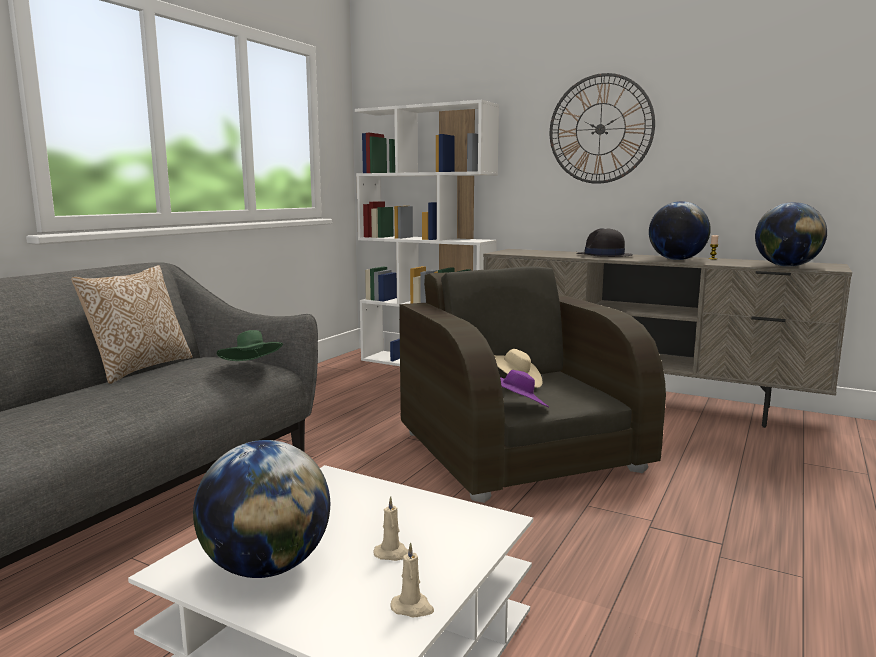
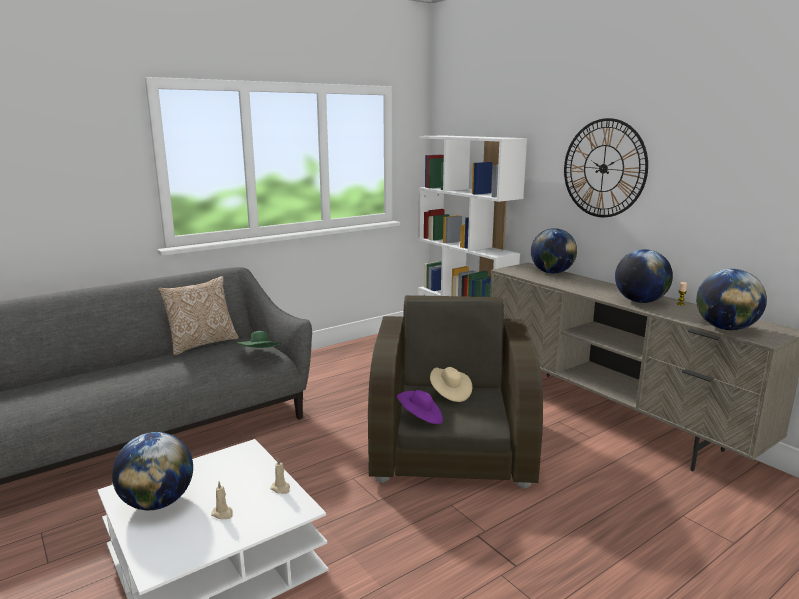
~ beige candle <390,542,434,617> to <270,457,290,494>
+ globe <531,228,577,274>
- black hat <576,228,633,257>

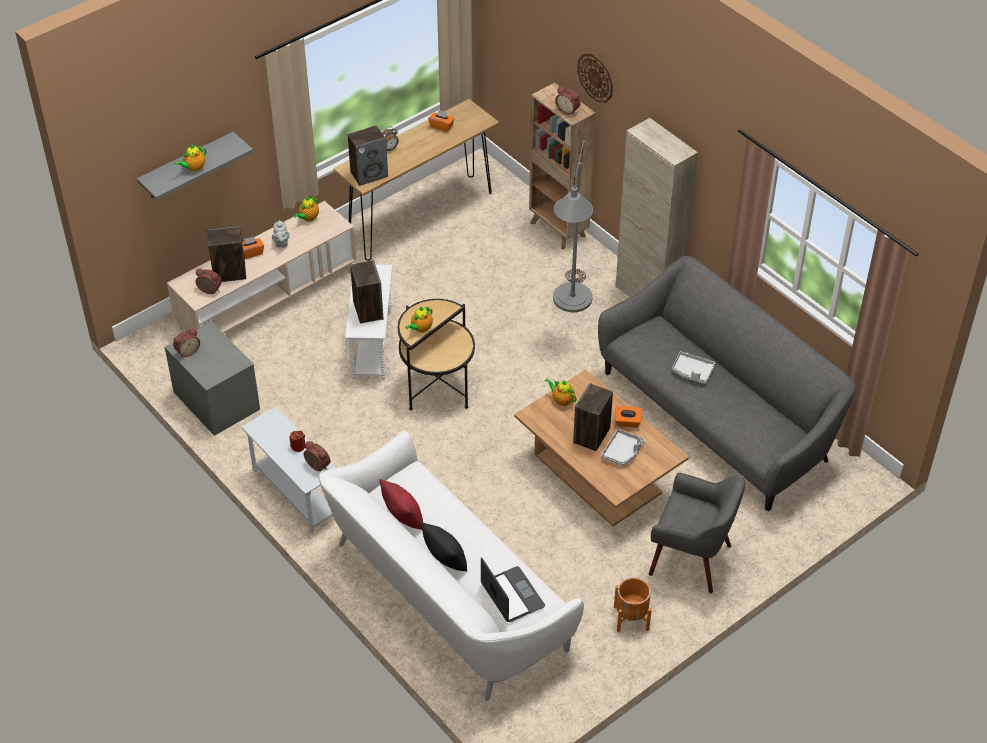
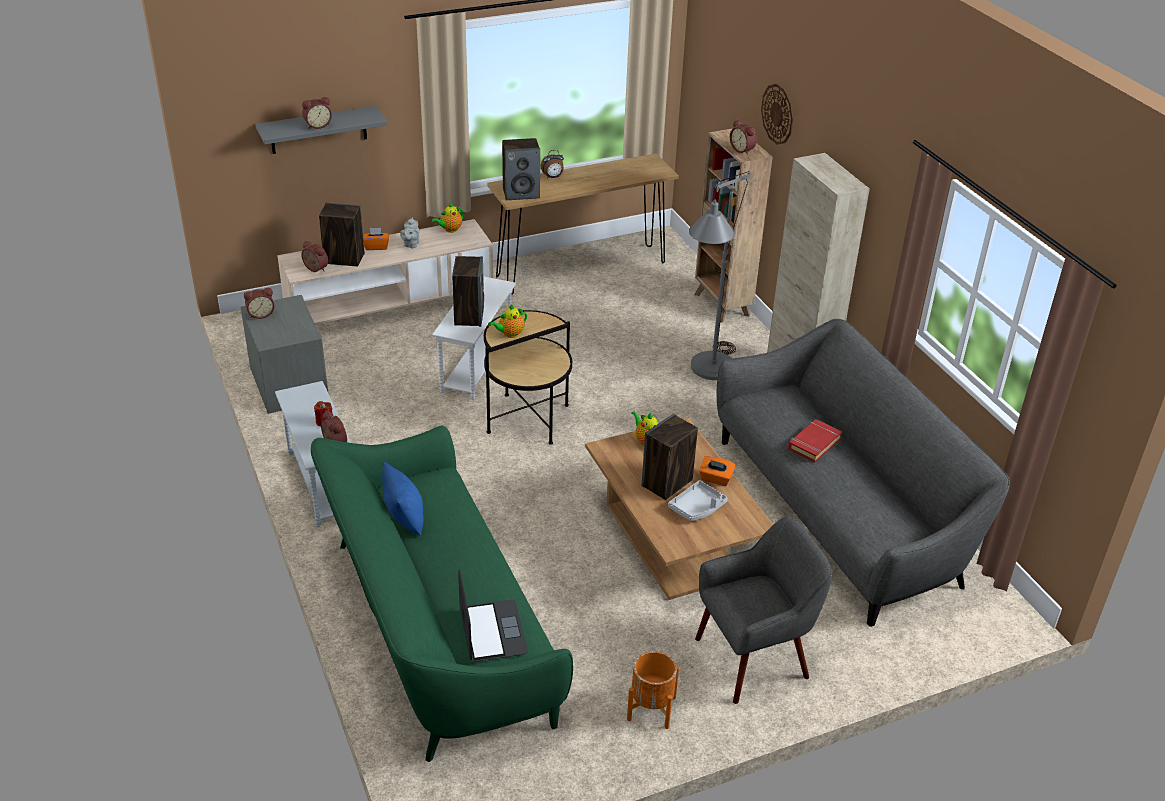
~ teapot <174,144,207,172> to alarm clock <302,97,332,129>
~ white sofa <319,431,584,701> to green sofa <311,426,573,762>
~ red pillow <379,479,423,530> to blue pillow <382,461,424,536>
~ grey armchair <649,473,745,593> = <695,517,832,704> 60 degrees counterclockwise
~ grey tray <672,351,715,384> to red book <788,419,842,462>
- black pillow <420,522,467,572>
- orange tissue box <428,110,455,132>

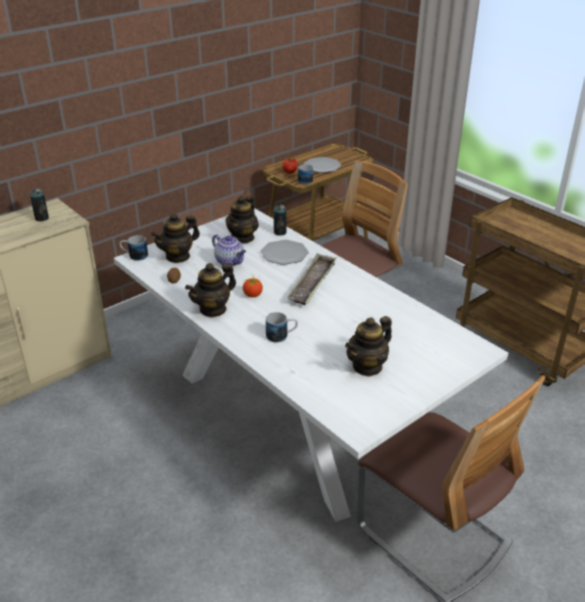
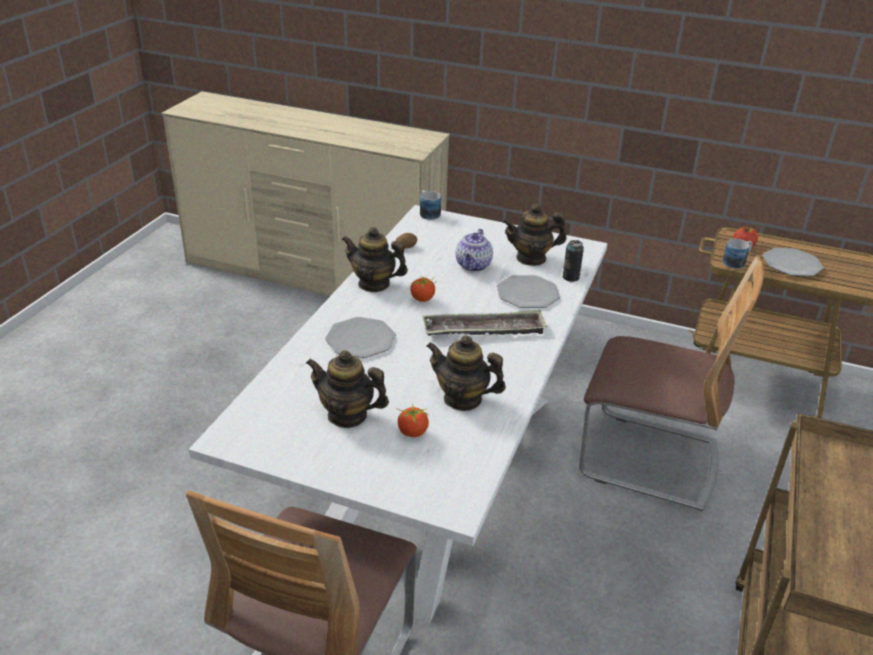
~ mug <266,312,298,343> to plate <325,317,396,358>
+ tomato <396,404,430,437>
~ teapot <151,213,200,263> to <426,335,506,411>
- can <30,189,49,221>

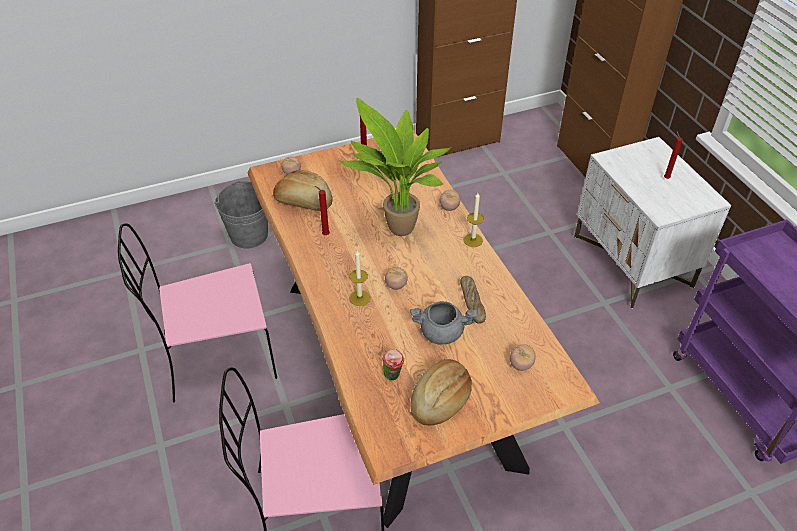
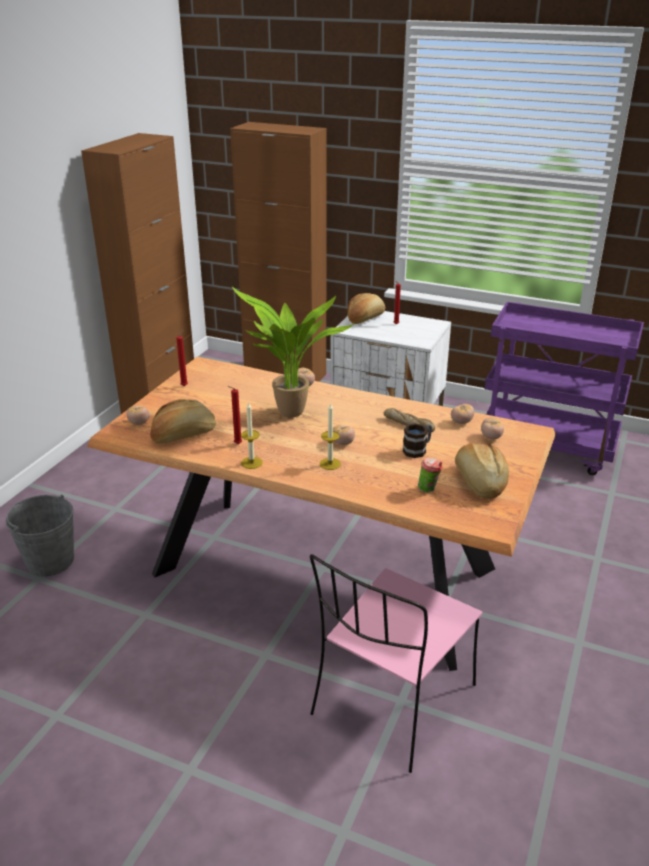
~ candle <463,193,484,247> to <241,402,263,469>
+ bread <347,293,386,324>
~ grey cooking pot <410,301,477,344> to mug <403,423,432,458>
+ tomato <451,404,474,424>
- pink chair <118,223,277,402>

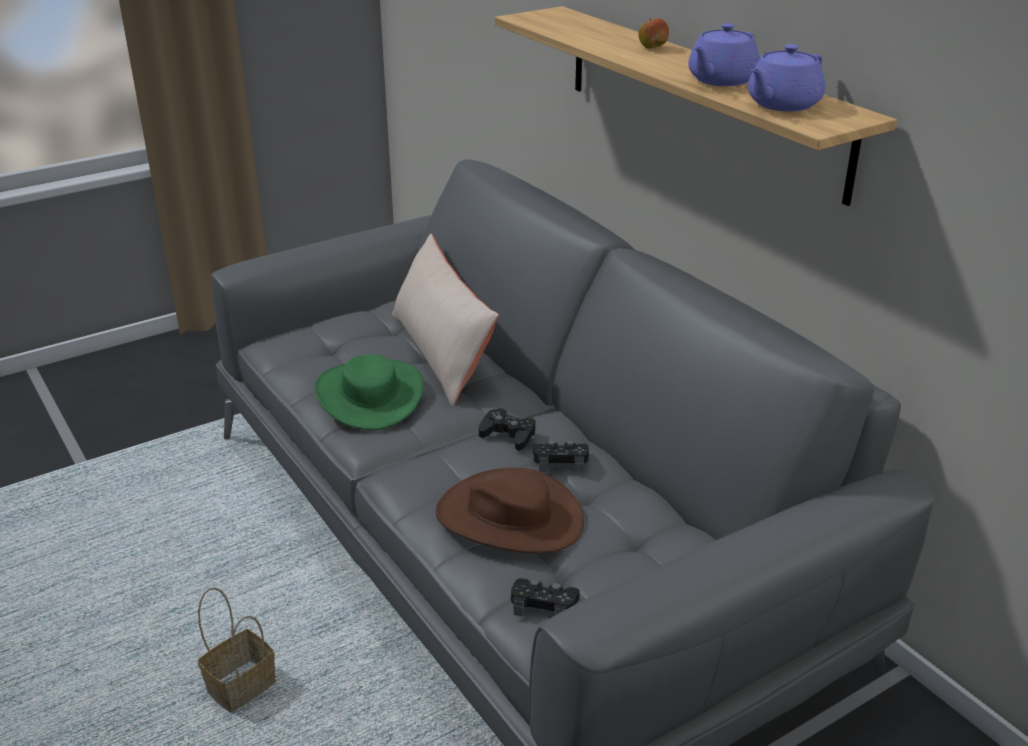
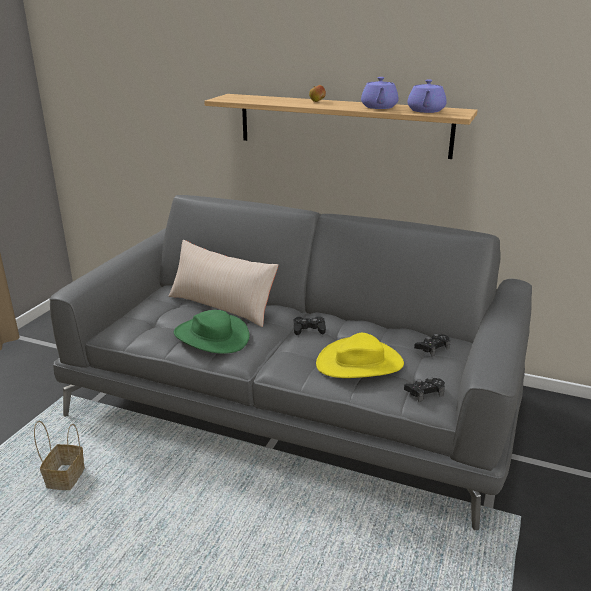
~ basket <198,587,276,713> to <34,421,85,490>
~ brown hat <436,468,584,553> to yellow hat <316,333,404,378>
~ black game controller <533,440,589,472> to <414,334,450,356>

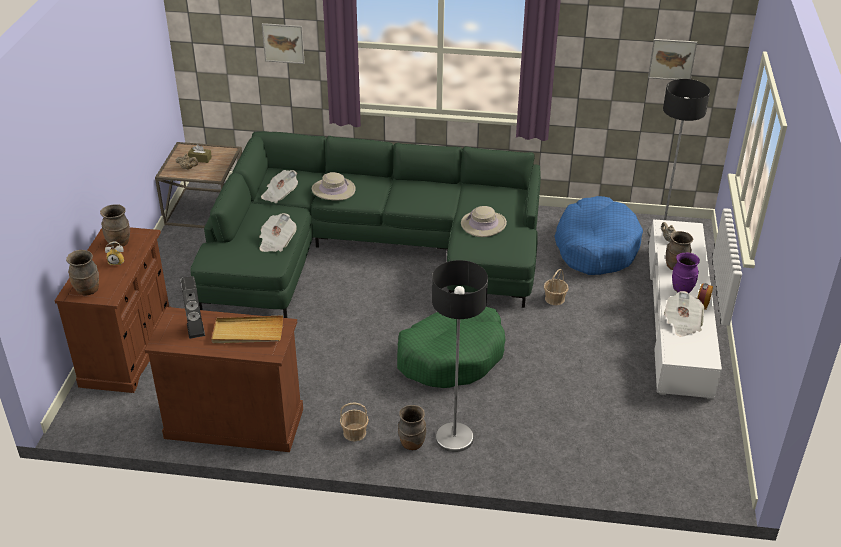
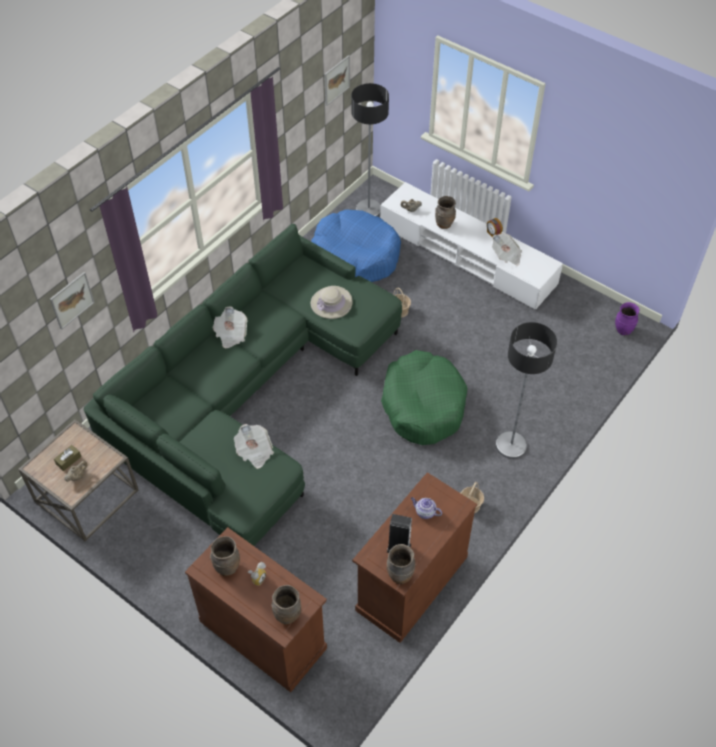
~ newspaper <261,170,298,203> to <213,306,247,349>
~ brown vase <398,405,426,450> to <387,544,415,584>
~ beige tray <212,315,283,343> to teapot <411,497,442,519>
~ purple vase <672,252,700,293> to <615,302,639,335>
- beige hat <312,172,356,201>

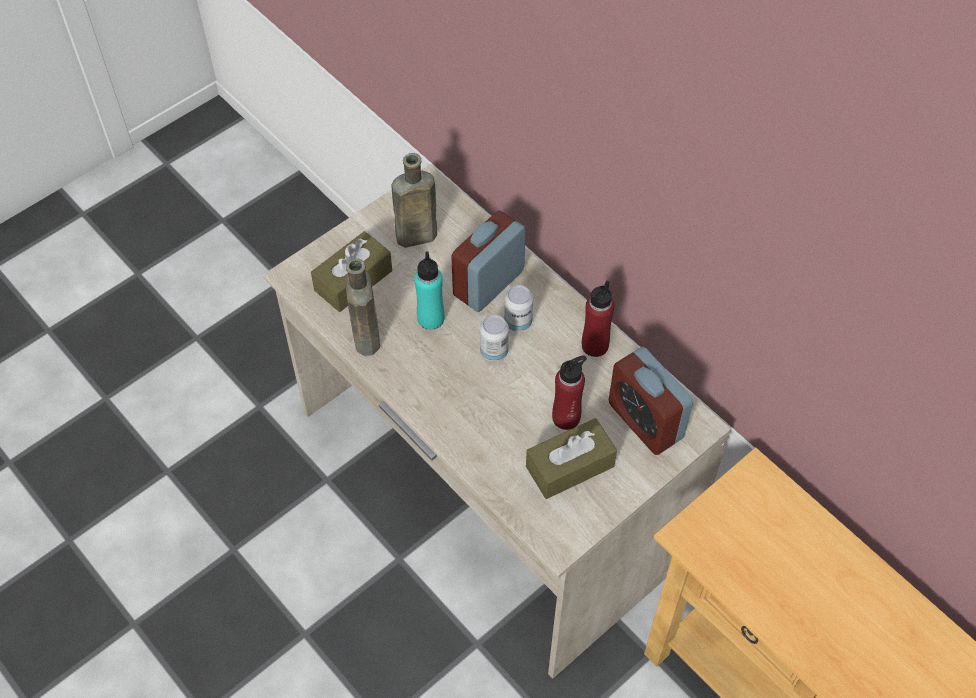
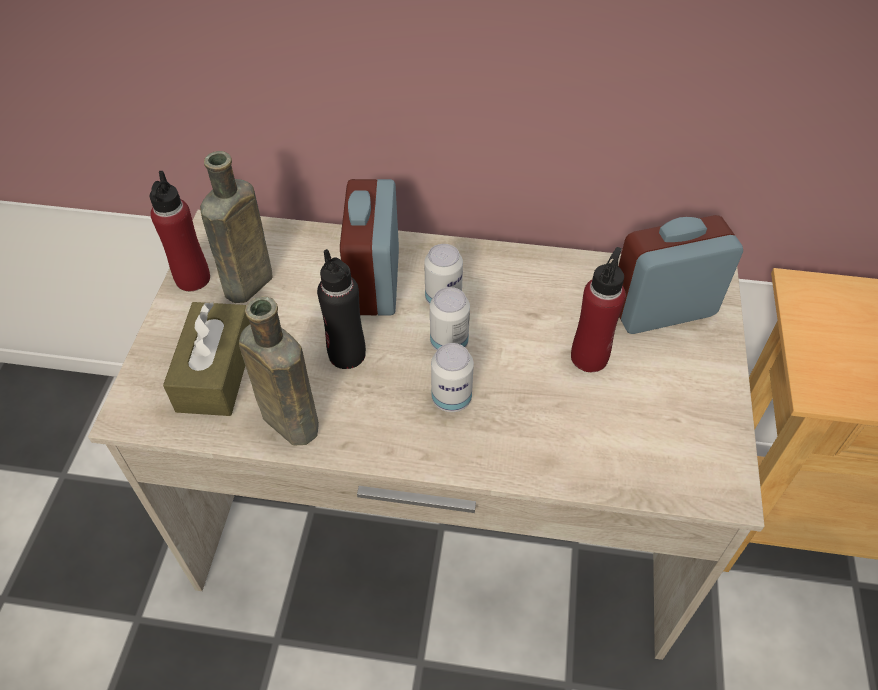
~ red bottle <582,280,614,357> to <150,171,210,291>
~ turquoise bottle <414,251,445,330> to black bottle <317,249,366,369>
+ can <431,343,474,412>
~ alarm clock <609,347,693,455> = <619,215,743,334> 150 degrees clockwise
- brown tissue box <526,418,617,499>

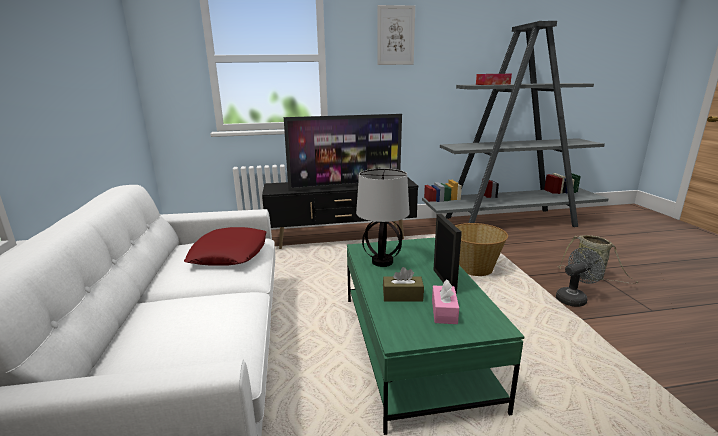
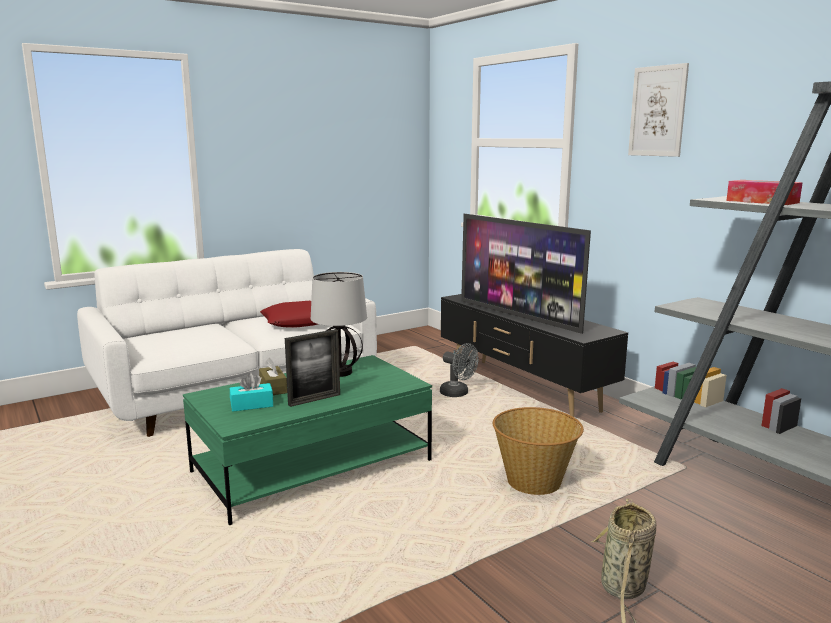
~ pink tissue box <432,279,459,324> to turquoise tissue box <230,373,273,412>
~ grey fan <556,248,605,307> to <440,343,479,397>

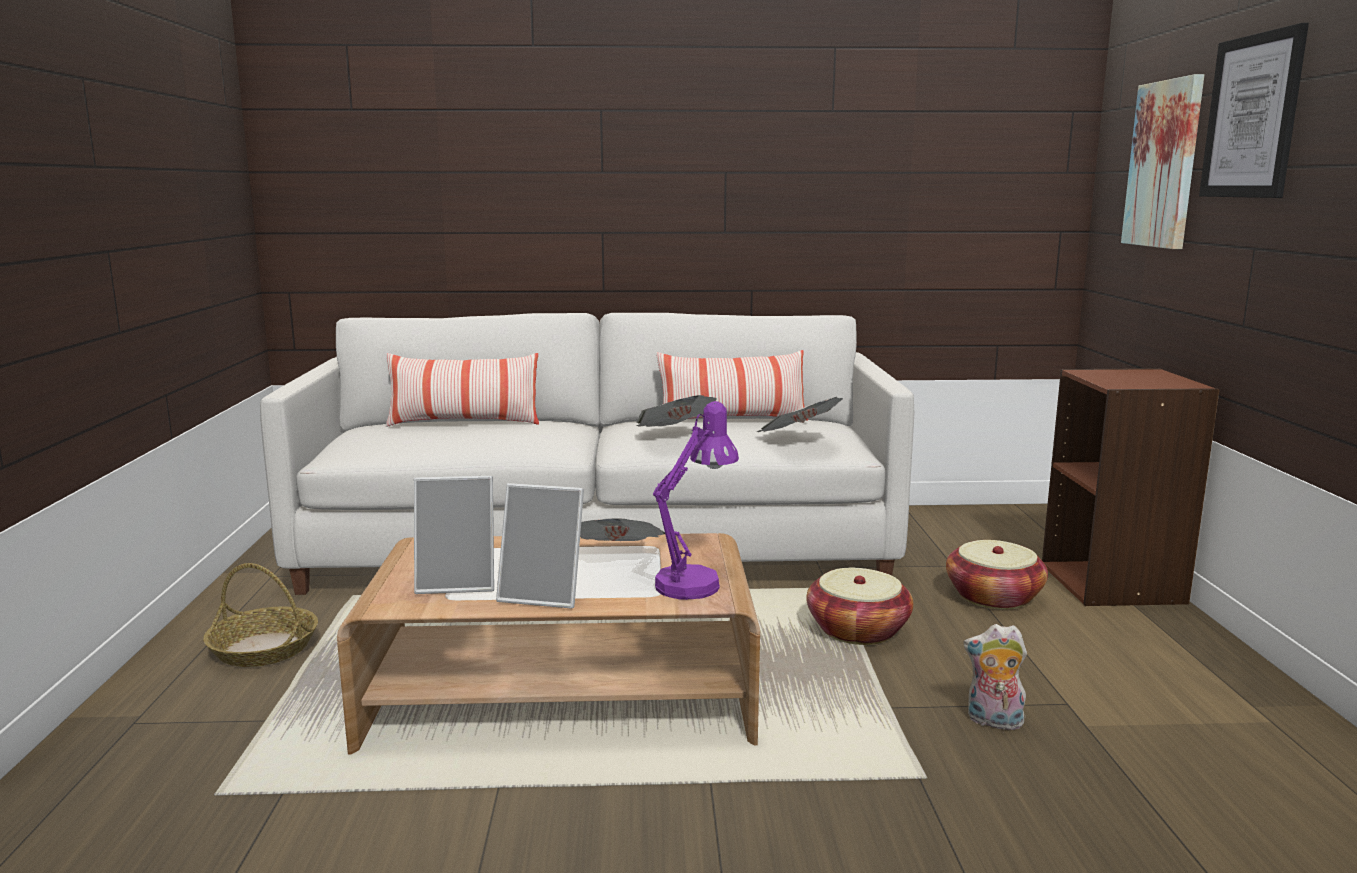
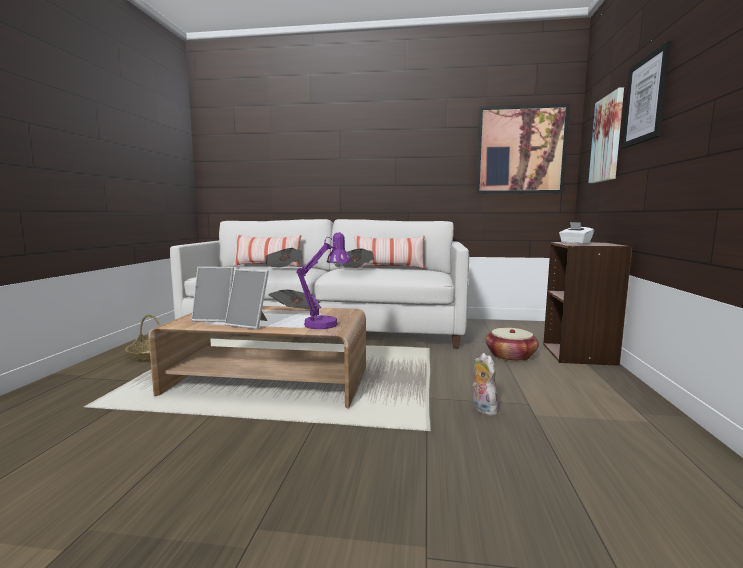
~ newspaper <757,397,843,432> to <265,248,302,267>
~ plush toy <963,624,1027,730> = <472,353,499,416> 45 degrees clockwise
+ picture <476,103,570,194>
+ white tissue box <559,222,594,244>
- basket <806,568,913,645>

